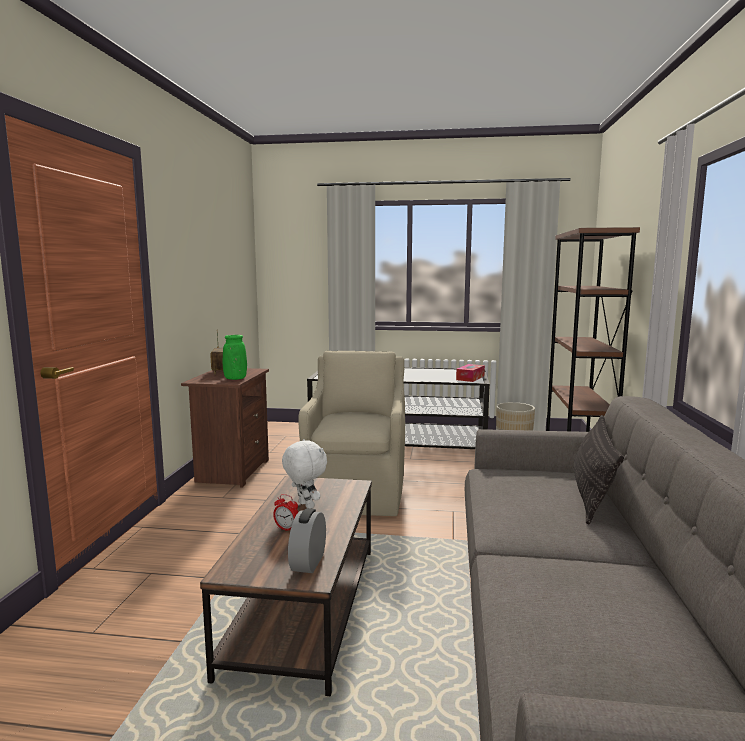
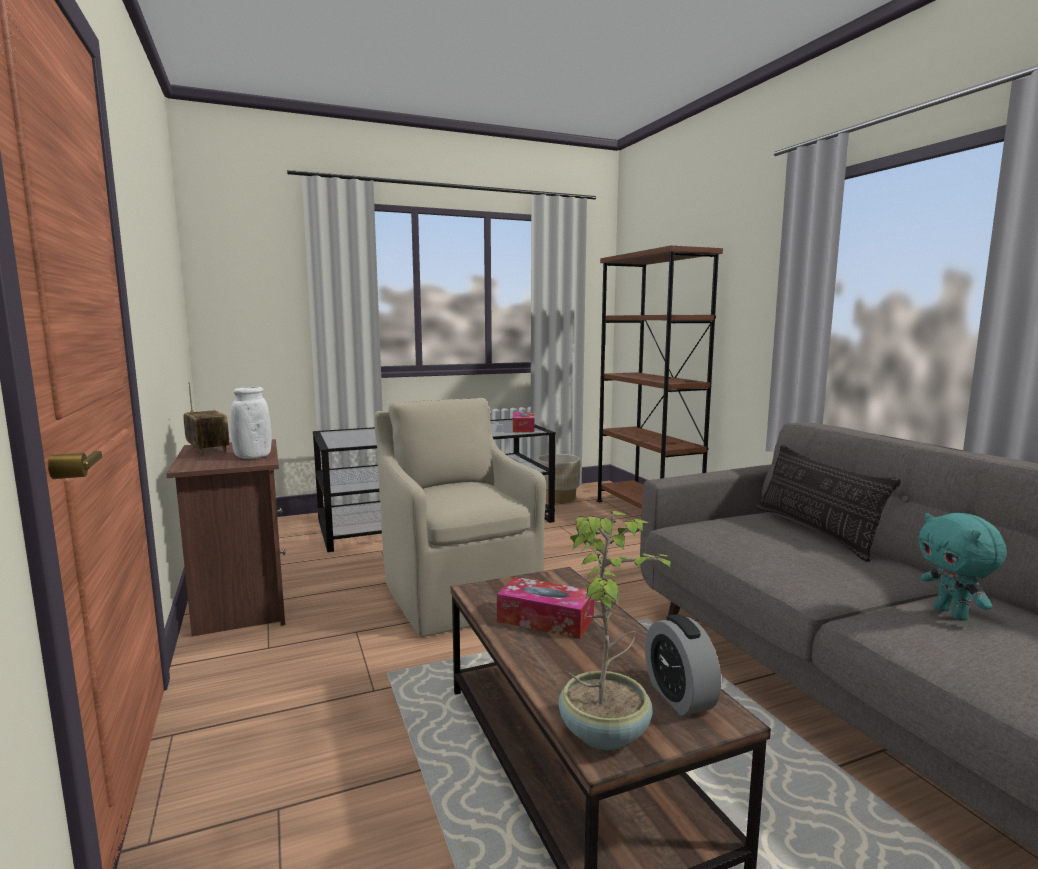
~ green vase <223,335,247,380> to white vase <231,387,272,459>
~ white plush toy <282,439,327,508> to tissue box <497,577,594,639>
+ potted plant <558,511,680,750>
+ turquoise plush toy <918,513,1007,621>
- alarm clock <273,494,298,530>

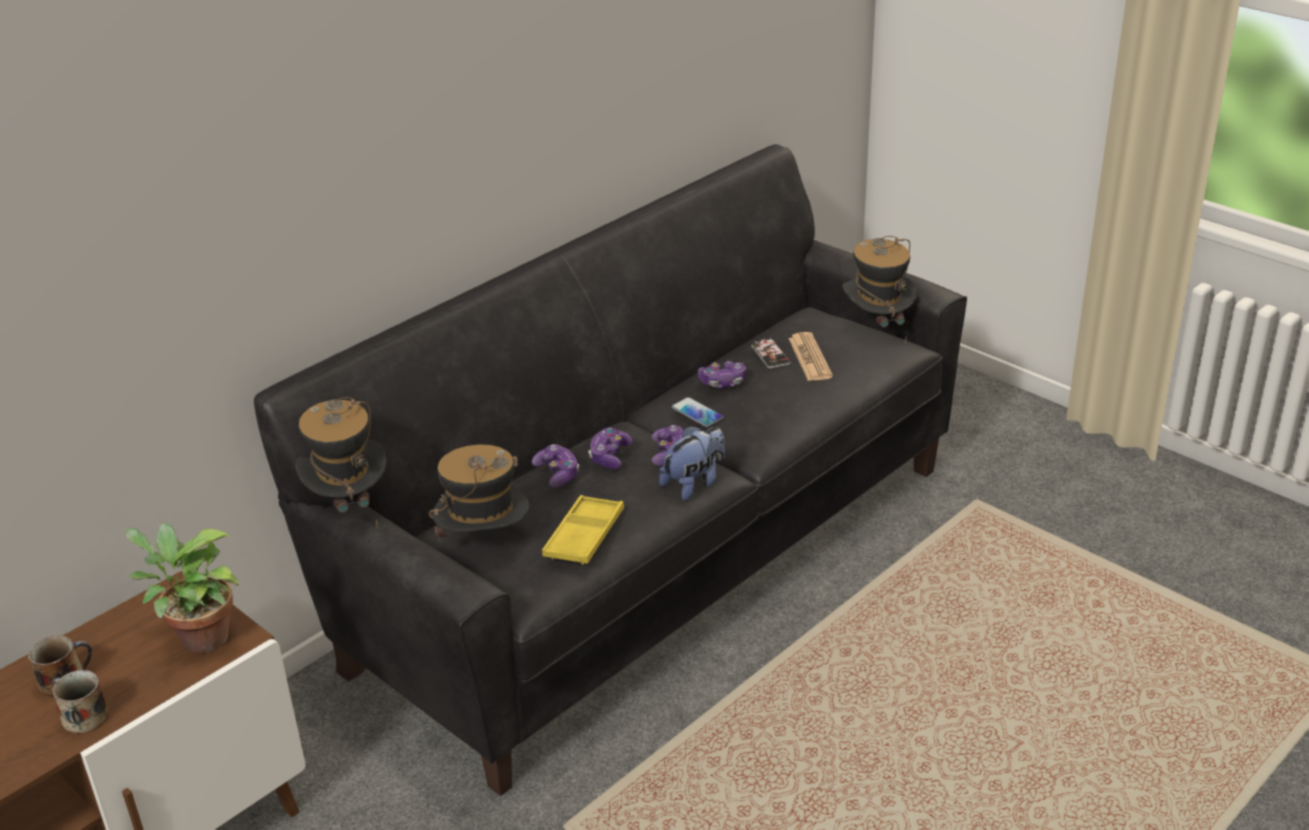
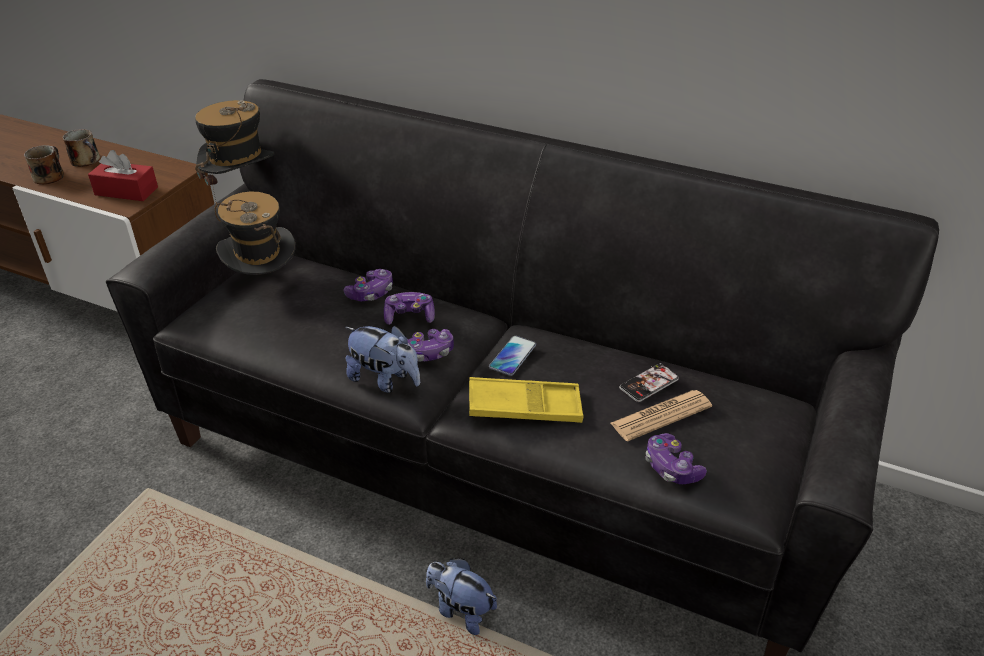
~ potted plant <125,523,239,653> to red tissue box <88,150,158,201>
+ plush toy <426,559,497,635>
~ yellow tray <542,495,624,565> to <469,377,584,423>
~ game controller <698,361,746,388> to <645,433,707,484>
- hat <842,236,917,344>

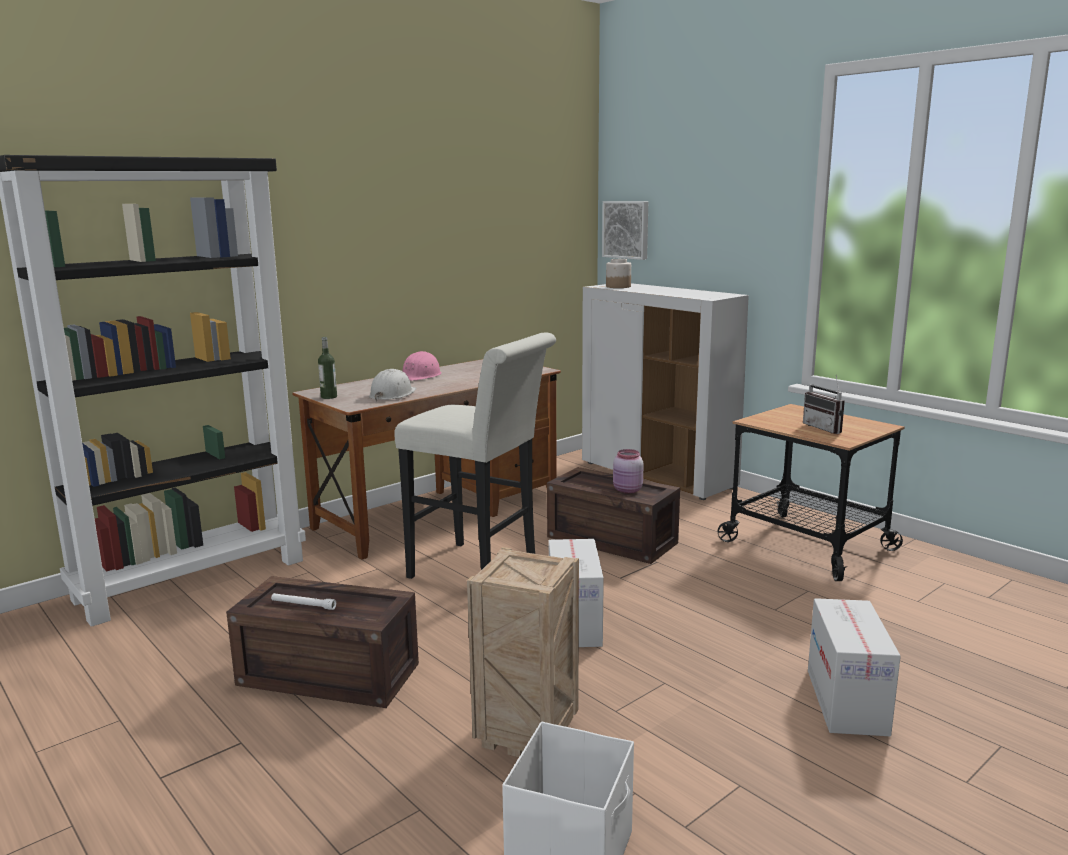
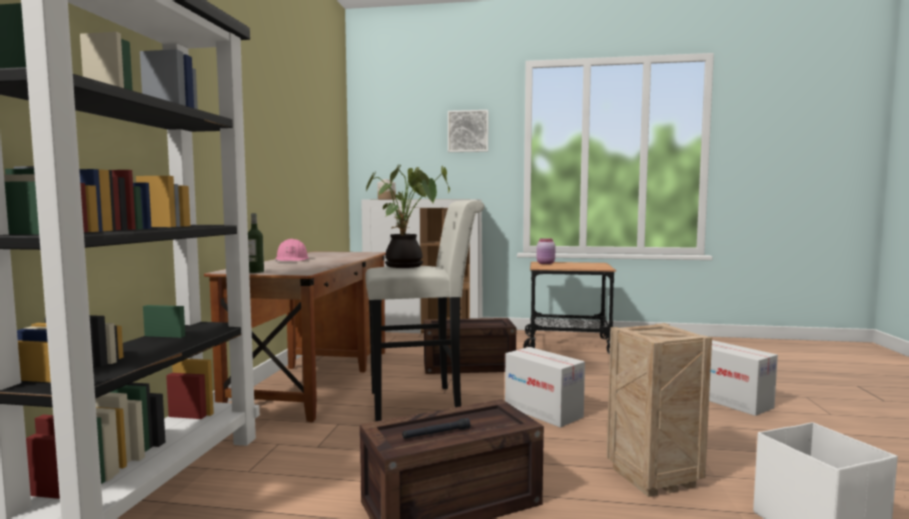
+ potted plant <366,164,450,268>
~ white flashlight <271,593,336,610> to black flashlight <402,418,470,439>
~ picture <602,201,648,260> to <448,110,489,152>
~ pink jar <613,449,644,494> to <536,238,555,264>
- white hard hat <369,369,417,401>
- radio <803,376,845,434>

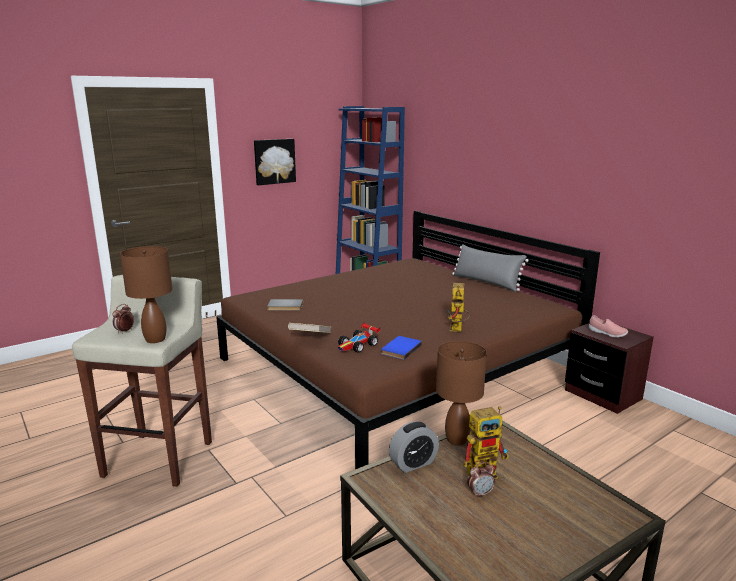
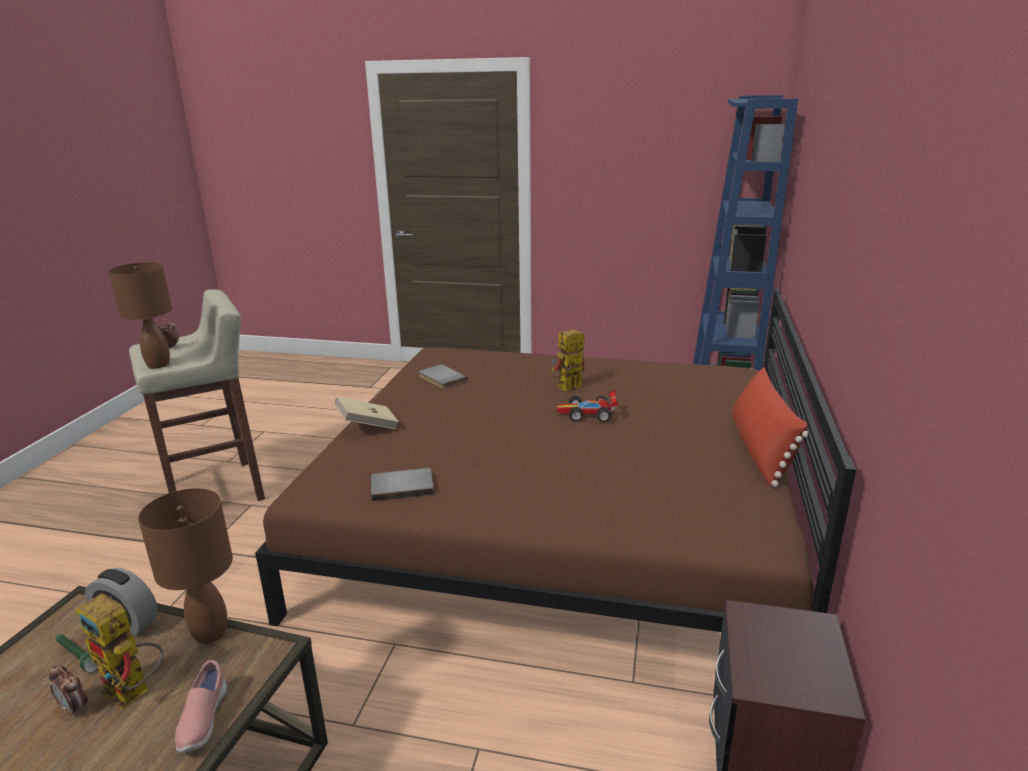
+ green flashlight <56,634,98,673>
~ pink shoe <589,315,628,338> to <175,660,227,753>
~ blue book <381,336,422,360> to grey book <371,468,434,501>
~ toy robot <447,283,470,332> to <550,329,585,391>
~ toy car <338,322,380,353> to <557,390,618,422>
~ grey pillow <452,244,528,292> to red pillow <732,367,808,487>
- picture <254,139,296,185>

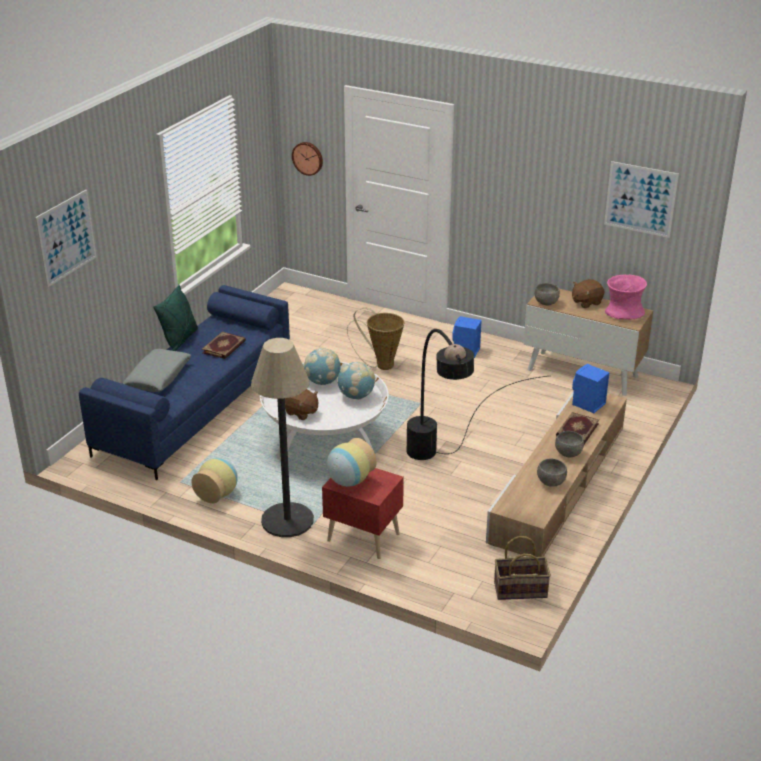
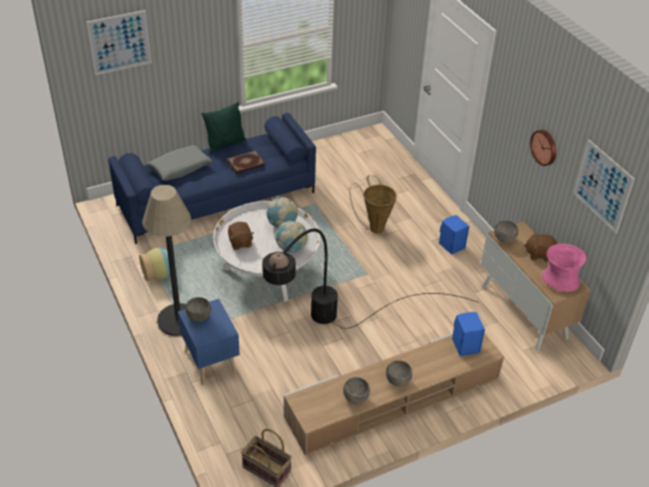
~ red nightstand <322,468,404,559> to blue nightstand <178,299,240,385>
~ vase <327,438,377,486> to grey bowl <186,297,211,322>
~ wall clock <292,142,323,176> to <530,130,556,166>
- book <556,412,599,444>

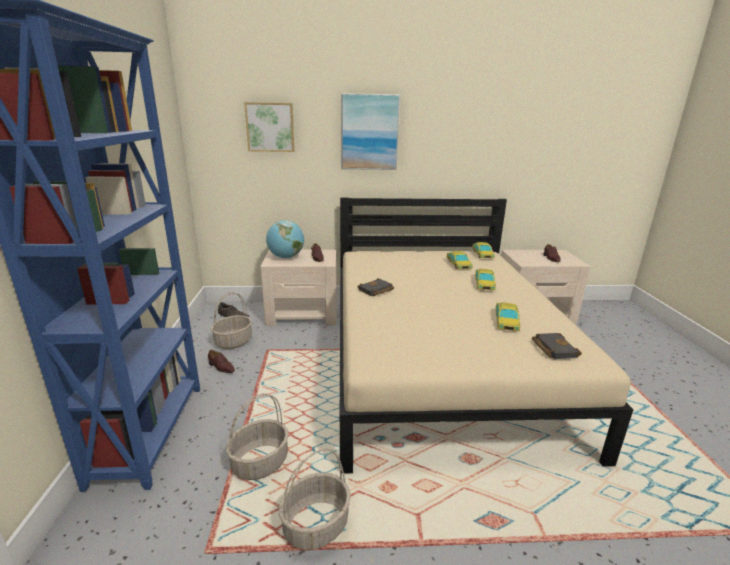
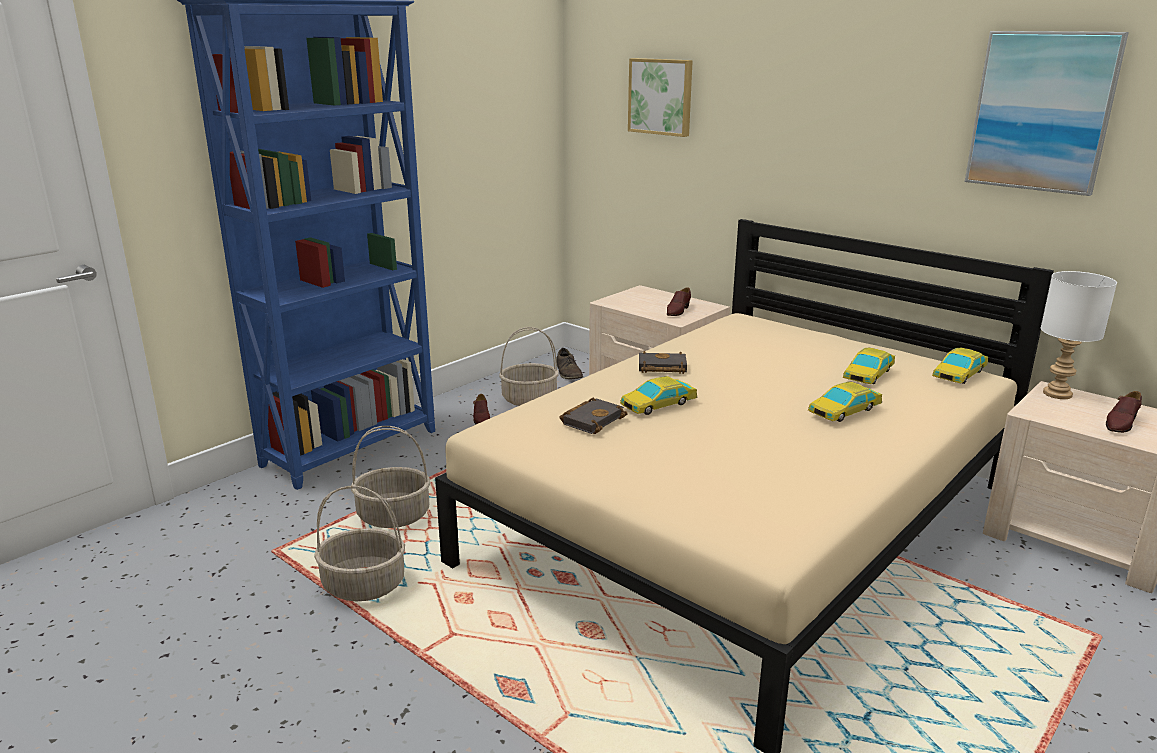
~ black book <532,333,582,359> to <560,397,628,434>
~ toy car <496,302,520,331> to <620,376,697,415>
~ picture <341,93,400,170> to <965,31,1129,196>
+ white table lamp <1041,271,1117,399>
- globe <266,220,304,258>

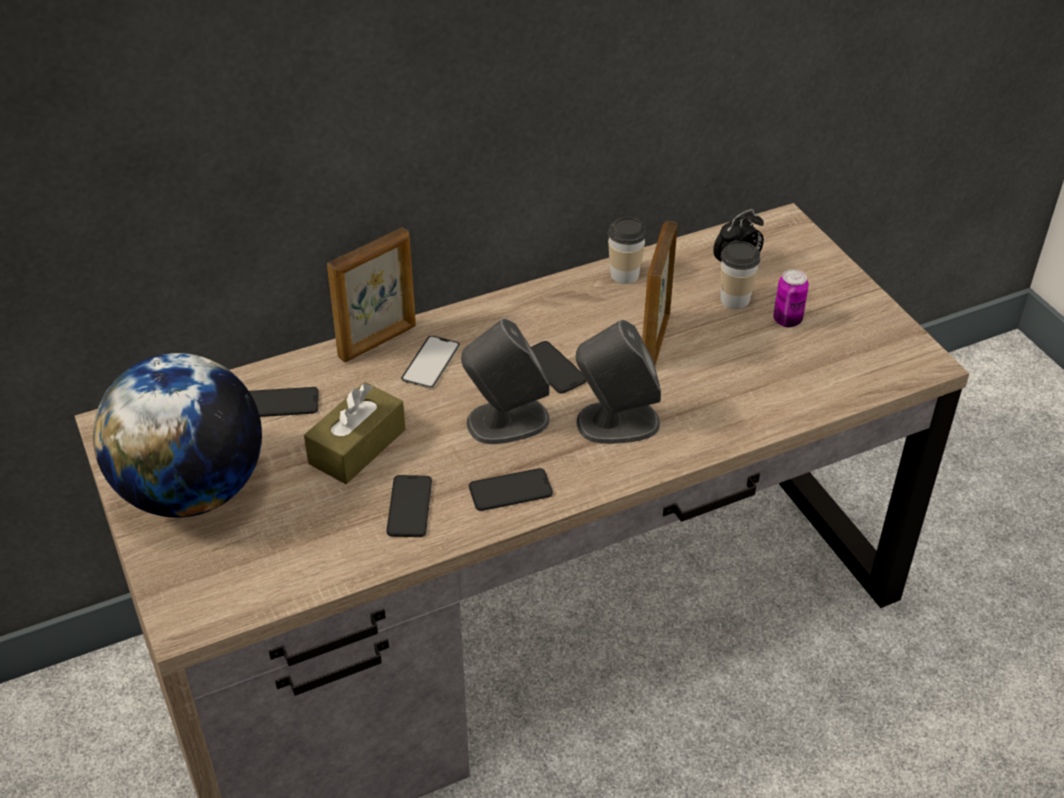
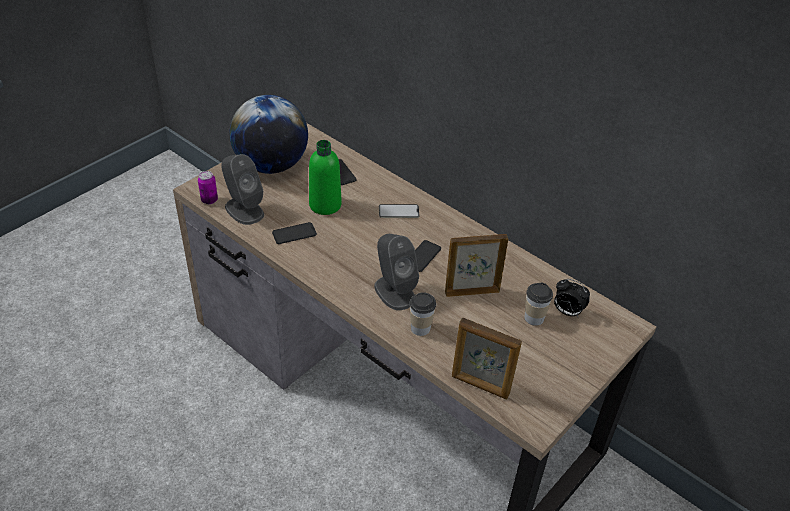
~ can <773,269,809,327> to <198,171,218,204>
~ grey speaker <461,319,550,444> to <221,154,264,225>
~ brown tissue box <304,382,406,484> to green bottle <309,140,342,215>
~ cup <608,217,647,284> to <409,292,436,336>
~ picture frame <327,227,416,362> to <452,317,522,399>
- phone <469,468,553,511>

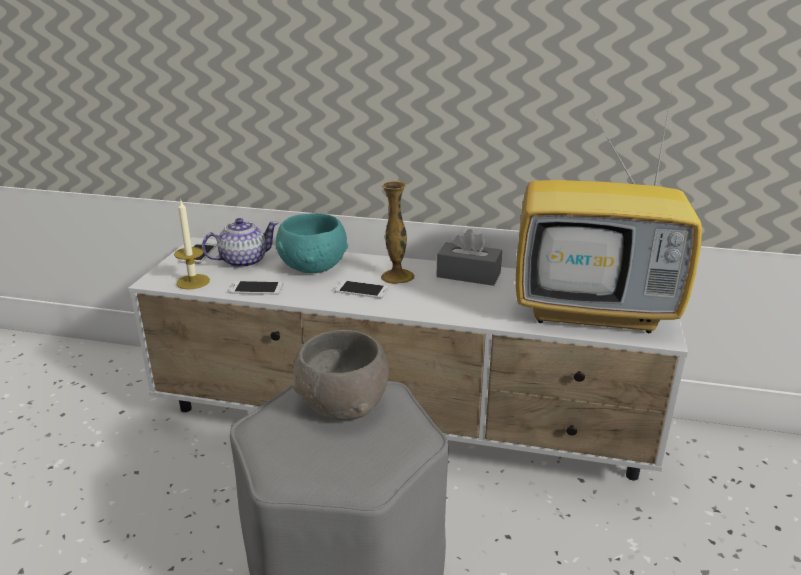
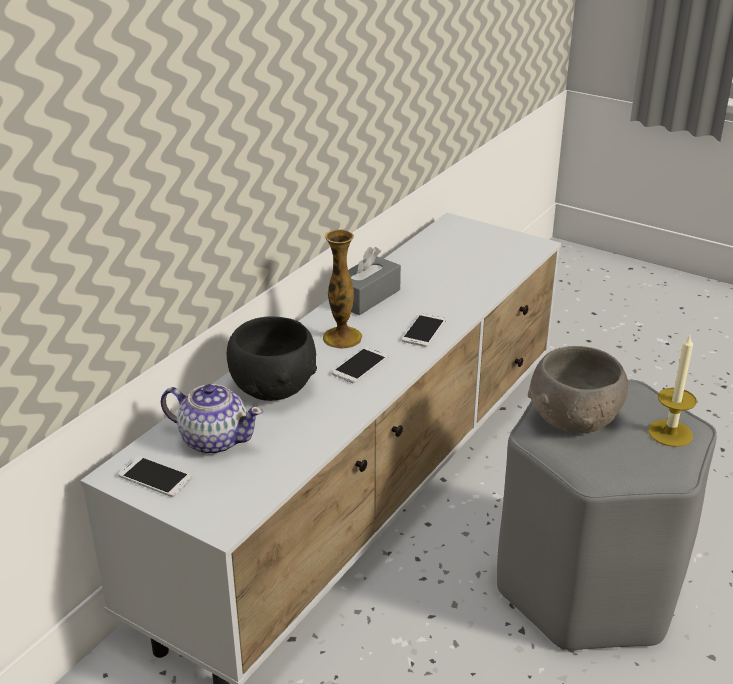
~ teapot <202,218,278,268> = <161,384,263,455> 120 degrees clockwise
~ turquoise bowl <276,213,348,273> to black bowl <227,316,317,401>
~ phone <230,281,284,295> to <402,313,446,347>
~ candle <174,199,210,289> to <648,335,697,447>
- television <515,90,702,333>

